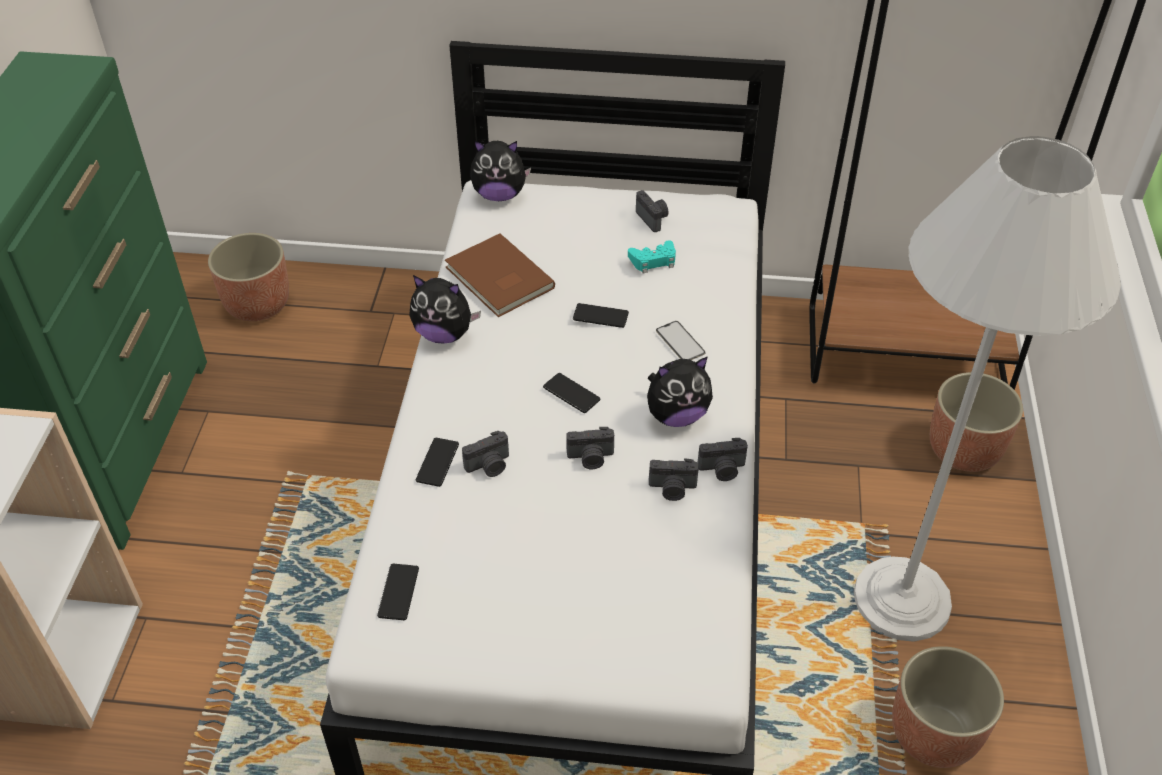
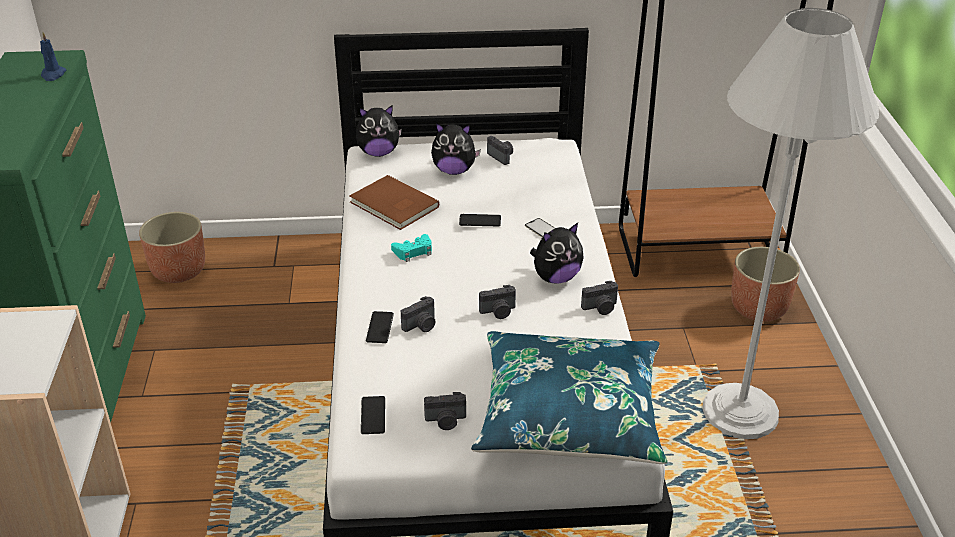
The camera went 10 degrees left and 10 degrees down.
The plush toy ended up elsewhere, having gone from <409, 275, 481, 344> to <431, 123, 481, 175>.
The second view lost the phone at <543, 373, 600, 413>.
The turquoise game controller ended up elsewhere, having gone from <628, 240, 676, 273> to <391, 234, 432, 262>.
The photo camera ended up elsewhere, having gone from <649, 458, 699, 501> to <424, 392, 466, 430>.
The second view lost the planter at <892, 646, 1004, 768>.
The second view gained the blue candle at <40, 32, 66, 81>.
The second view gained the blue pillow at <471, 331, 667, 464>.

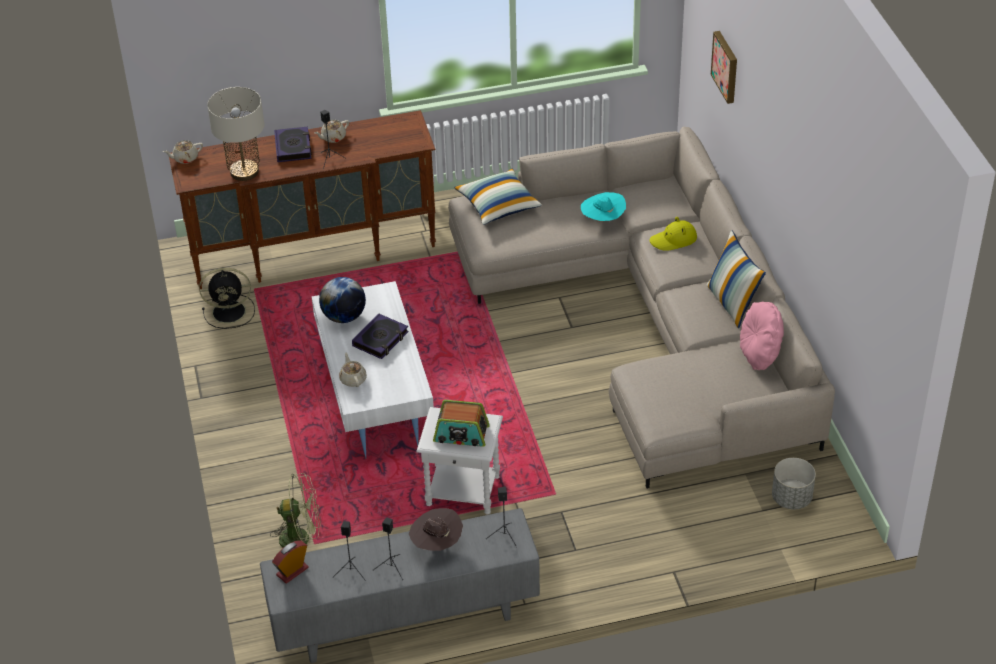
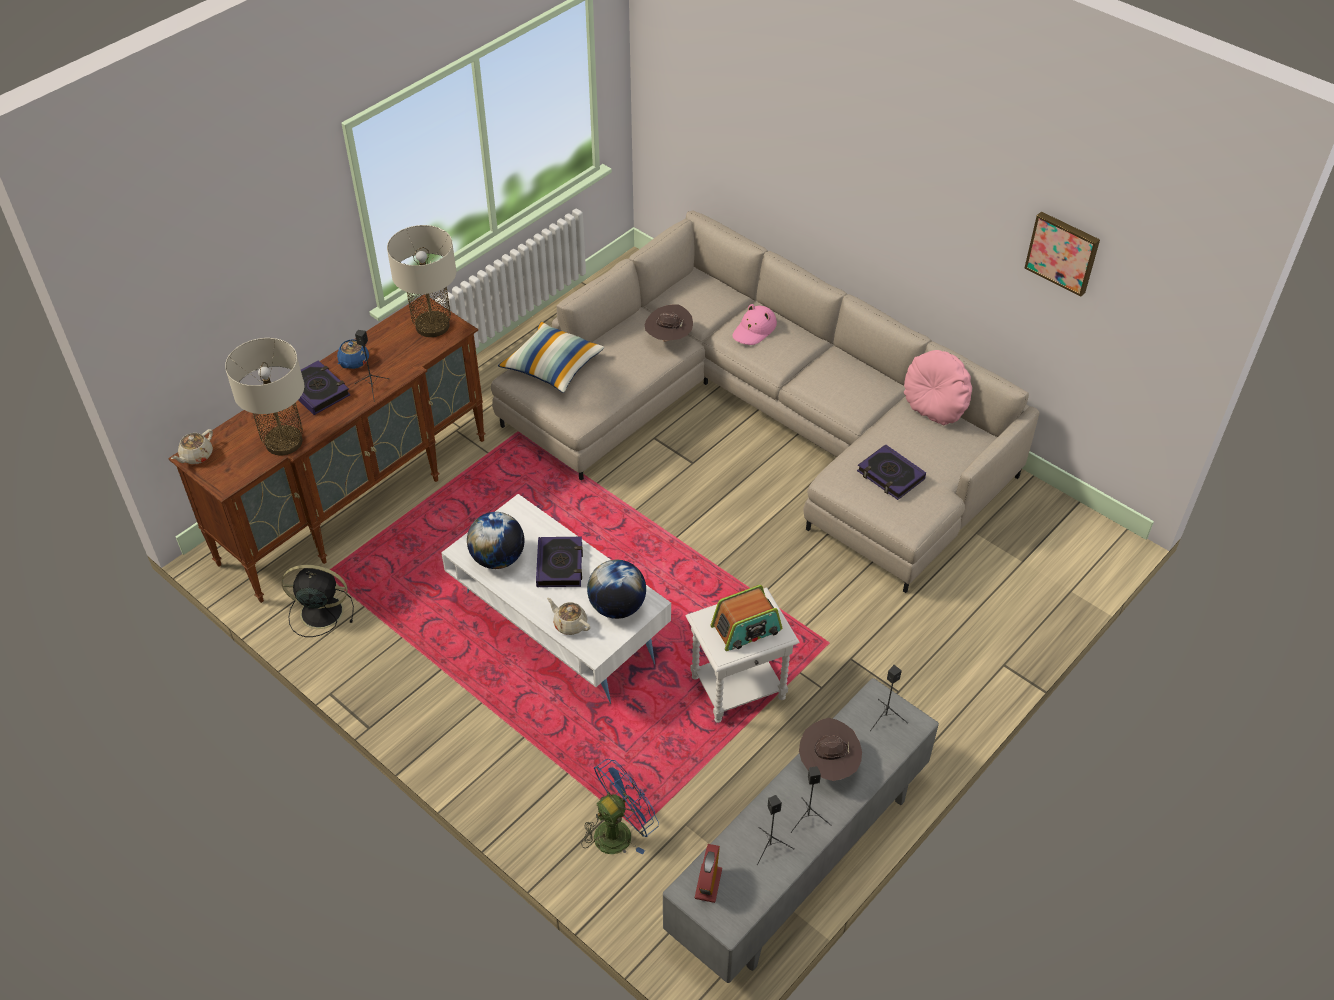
The camera went 35 degrees left and 5 degrees up.
The black fan at <199, 268, 255, 329> ended up facing another way, 135 degrees counterclockwise from before.
What was the green fan at <270, 473, 321, 548> turned into the blue fan at <581, 759, 659, 855>.
What was the beige teapot at <315, 120, 349, 143> turned into the blue teapot at <337, 339, 369, 369>.
What was the turquoise hat at <581, 192, 626, 222> turned into the brown hat at <645, 304, 693, 342>.
What was the yellow hat at <649, 217, 697, 251> turned into the pink hat at <732, 304, 777, 345>.
The second view lost the pillow at <706, 230, 766, 328>.
The picture ended up elsewhere, having gone from <711, 31, 737, 104> to <1024, 212, 1100, 297>.
The second view lost the grey planter at <772, 458, 816, 509>.
The second view gained the table lamp at <387, 225, 457, 337>.
The second view gained the globe at <587, 560, 646, 619>.
The second view gained the book at <857, 444, 926, 500>.

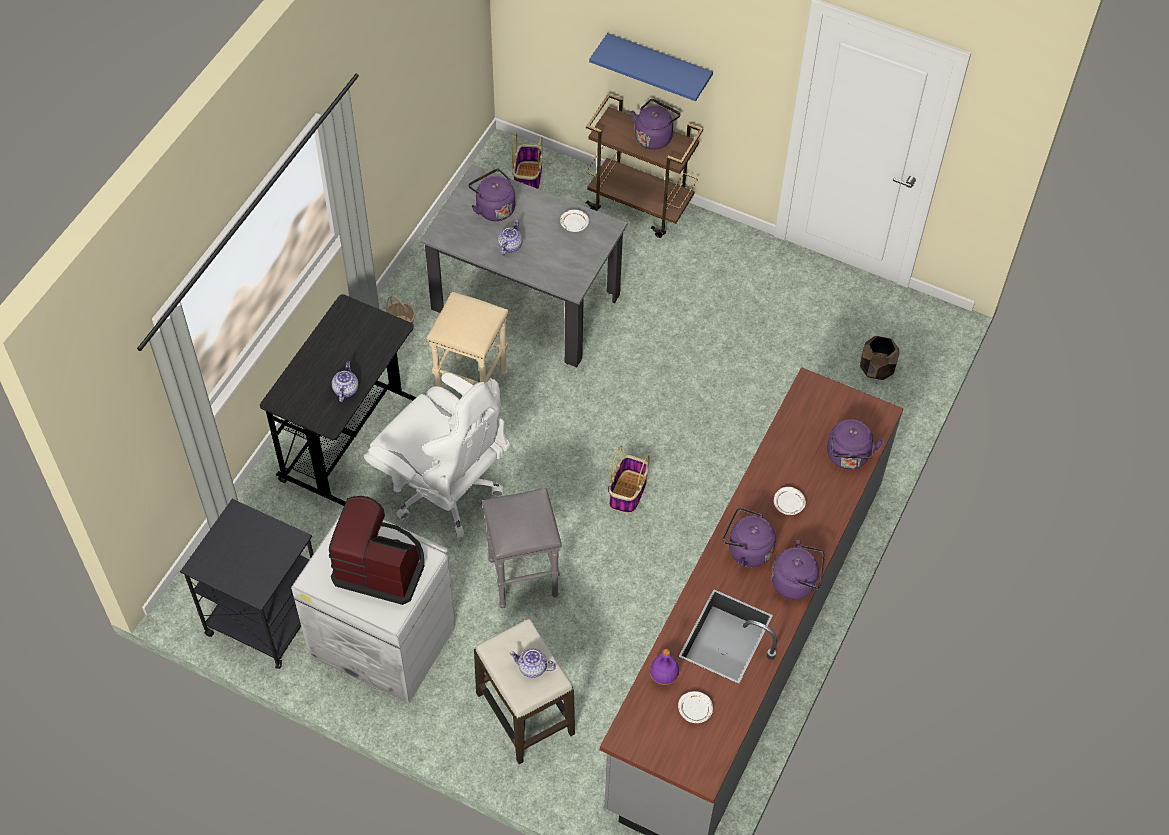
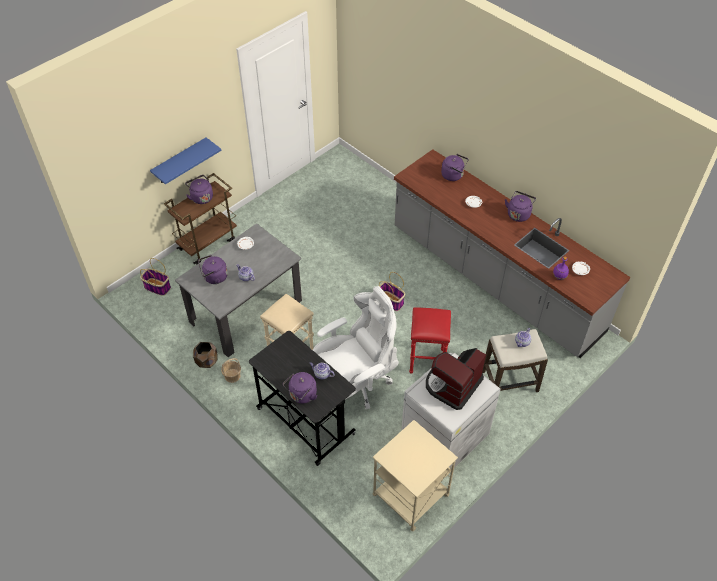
The camera went 70 degrees left and 5 degrees down.
What was the black cart at <180, 499, 313, 669> turned into the beige cart at <373, 420, 458, 532>.
What was the grey stool at <482, 488, 562, 609> turned into the red stool at <409, 307, 451, 374>.
The purple kettle ended up elsewhere, having gone from <723, 507, 776, 567> to <283, 372, 317, 404>.
The brown planter ended up elsewhere, having gone from <860, 336, 900, 380> to <193, 342, 217, 368>.

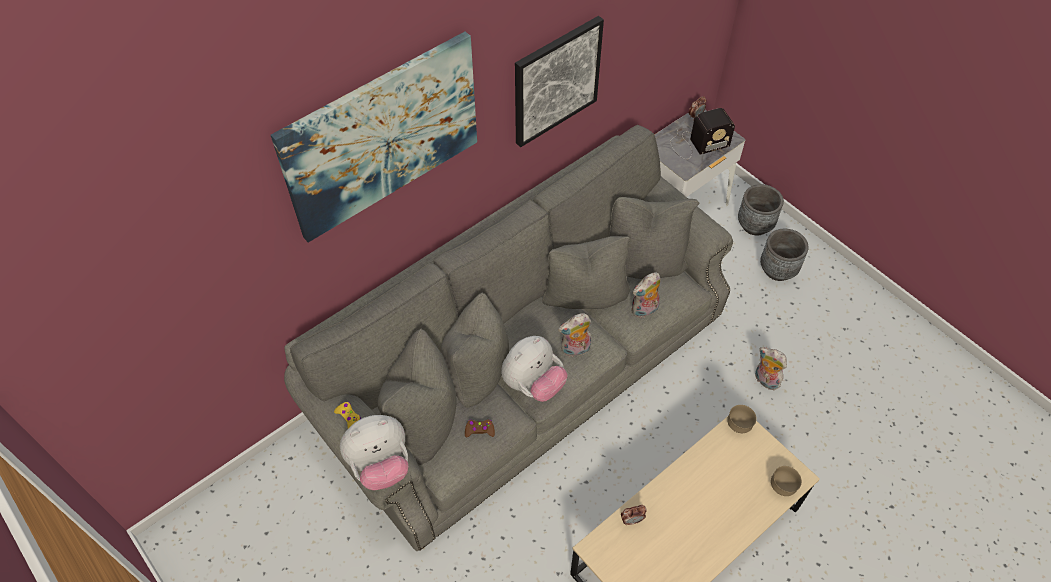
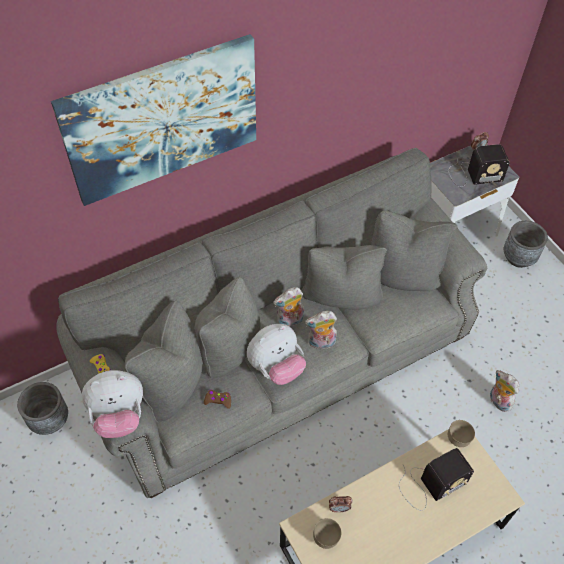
The camera went 10 degrees right and 0 degrees up.
The second view lost the picture at <515, 16, 604, 147>.
The plush toy ended up elsewhere, having gone from <631, 272, 661, 318> to <273, 287, 304, 326>.
The grey planter ended up elsewhere, having gone from <760, 229, 809, 281> to <17, 382, 68, 435>.
The brown bowl ended up elsewhere, having gone from <771, 466, 802, 496> to <313, 518, 341, 549>.
The second view gained the radio at <399, 448, 474, 511>.

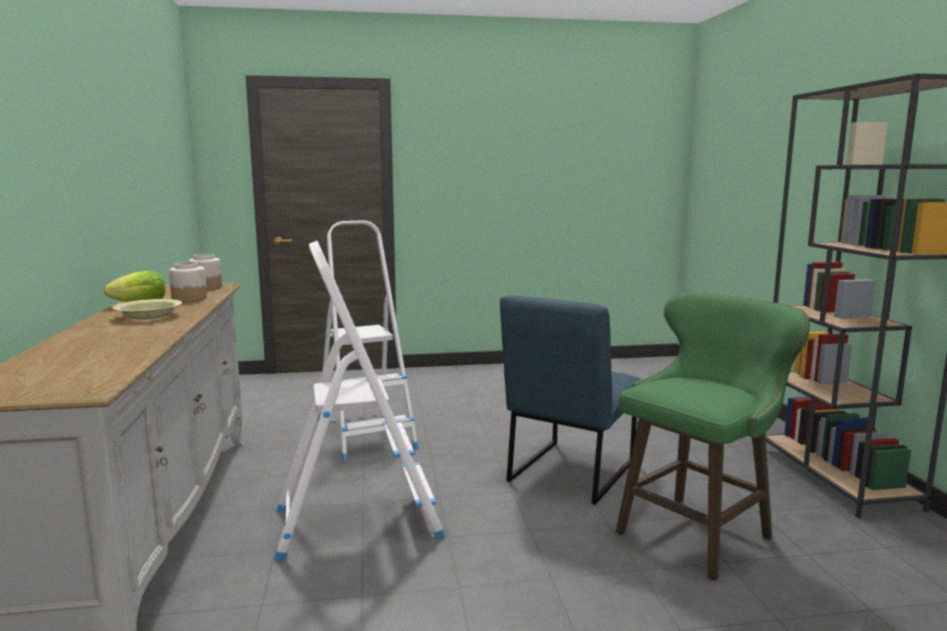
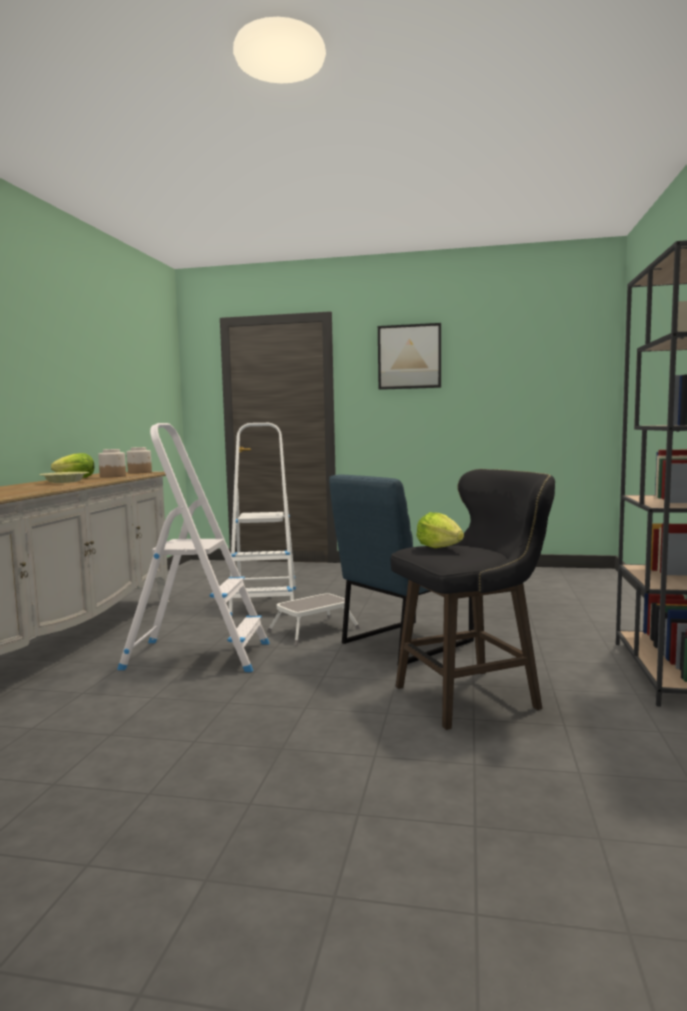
The camera went 20 degrees right and 5 degrees down.
What was the green stool at <616, 292, 810, 581> turned into the black stool at <391, 469, 555, 730>.
The second view gained the grey step ladder at <267, 593, 361, 646>.
The second view gained the picture at <378, 323, 441, 390>.
The second view gained the lettuce at <416, 512, 464, 548>.

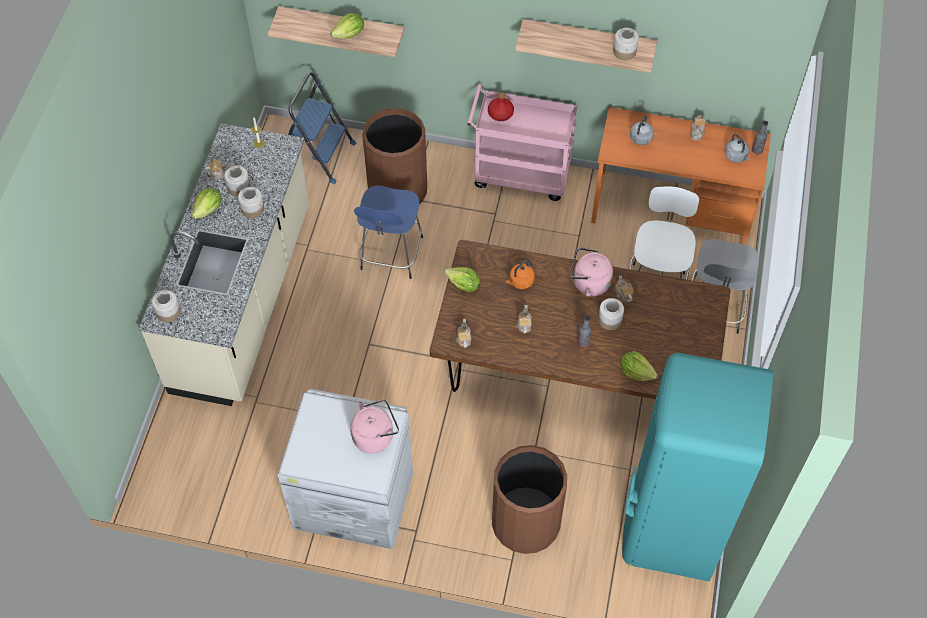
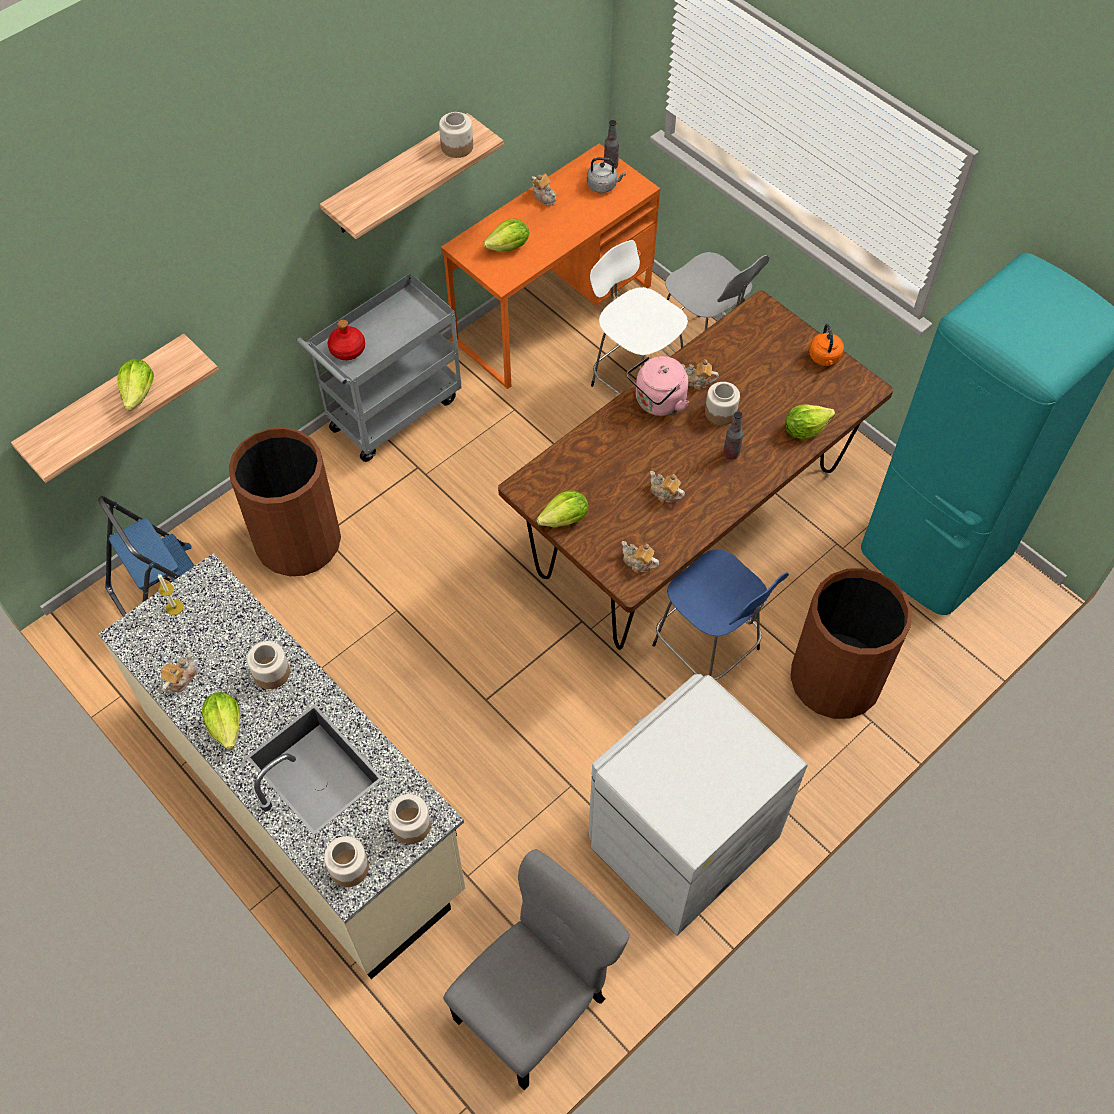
The camera went 55 degrees left and 0 degrees up.
The jar ended up elsewhere, having gone from <224, 166, 250, 197> to <388, 794, 431, 844>.
The second view lost the pink kettle at <350, 399, 399, 454>.
The blue stool ended up elsewhere, having gone from <354, 186, 423, 279> to <652, 549, 789, 680>.
What was the pink cart at <467, 84, 577, 201> turned into the grey cart at <297, 274, 462, 462>.
The orange kettle ended up elsewhere, having gone from <506, 260, 535, 289> to <809, 324, 844, 366>.
Where the grey kettle stood at <630, 116, 654, 145>, the lettuce came to stand at <483, 218, 529, 252>.
The second view gained the grey chair at <443, 849, 630, 1091>.

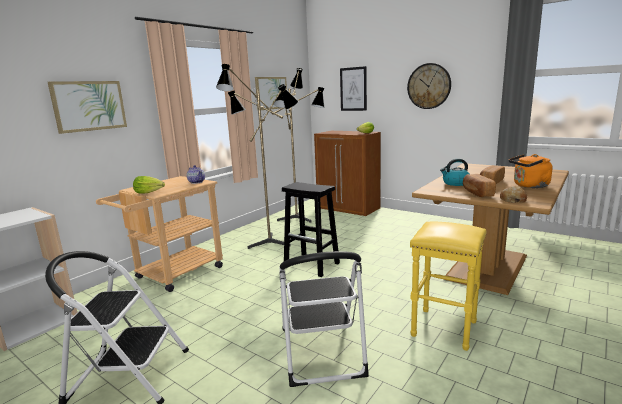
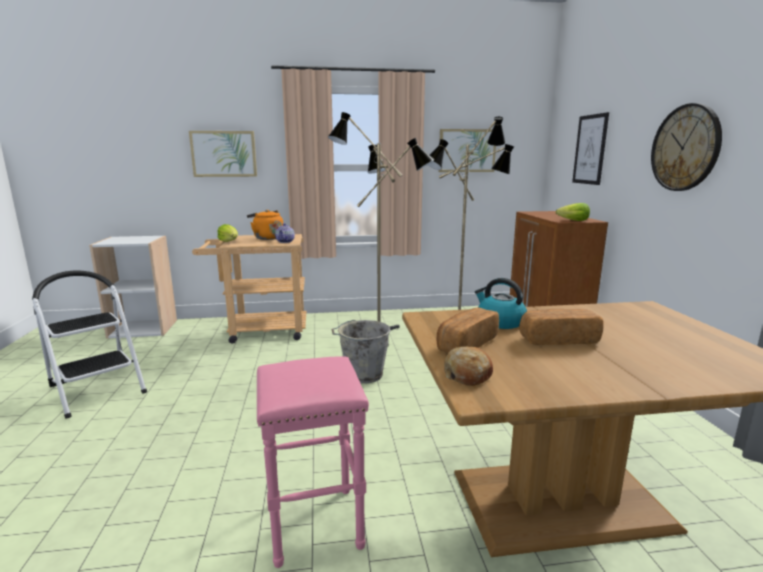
The camera went 45 degrees right and 0 degrees up.
The second view lost the step ladder at <280, 251, 369, 387>.
Where the black stool stood at <282, 182, 340, 277>, the grey bucket came to stand at <332, 320, 391, 383>.
What was the yellow stool at <410, 222, 487, 351> turned into the pink stool at <257, 356, 369, 568>.
The orange kettle ended up elsewhere, having gone from <509, 154, 553, 188> to <247, 210, 283, 240>.

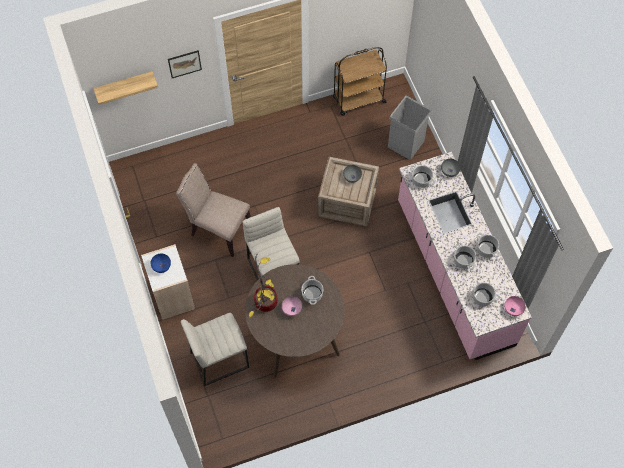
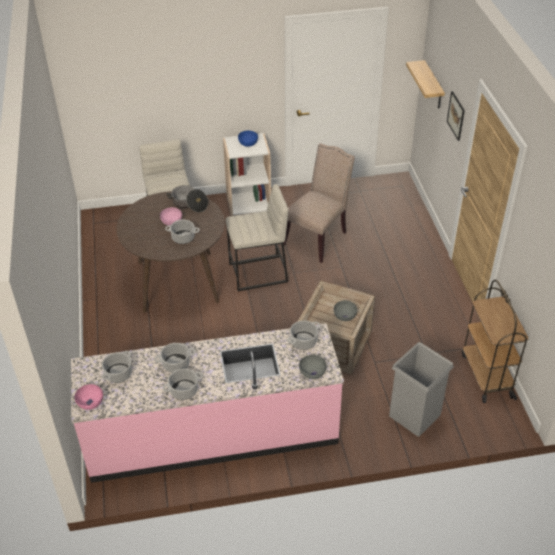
The camera went 100 degrees right and 20 degrees down.
Where the potted plant stood at <249, 253, 278, 318>, the cooking pot came to stand at <167, 185, 208, 212>.

